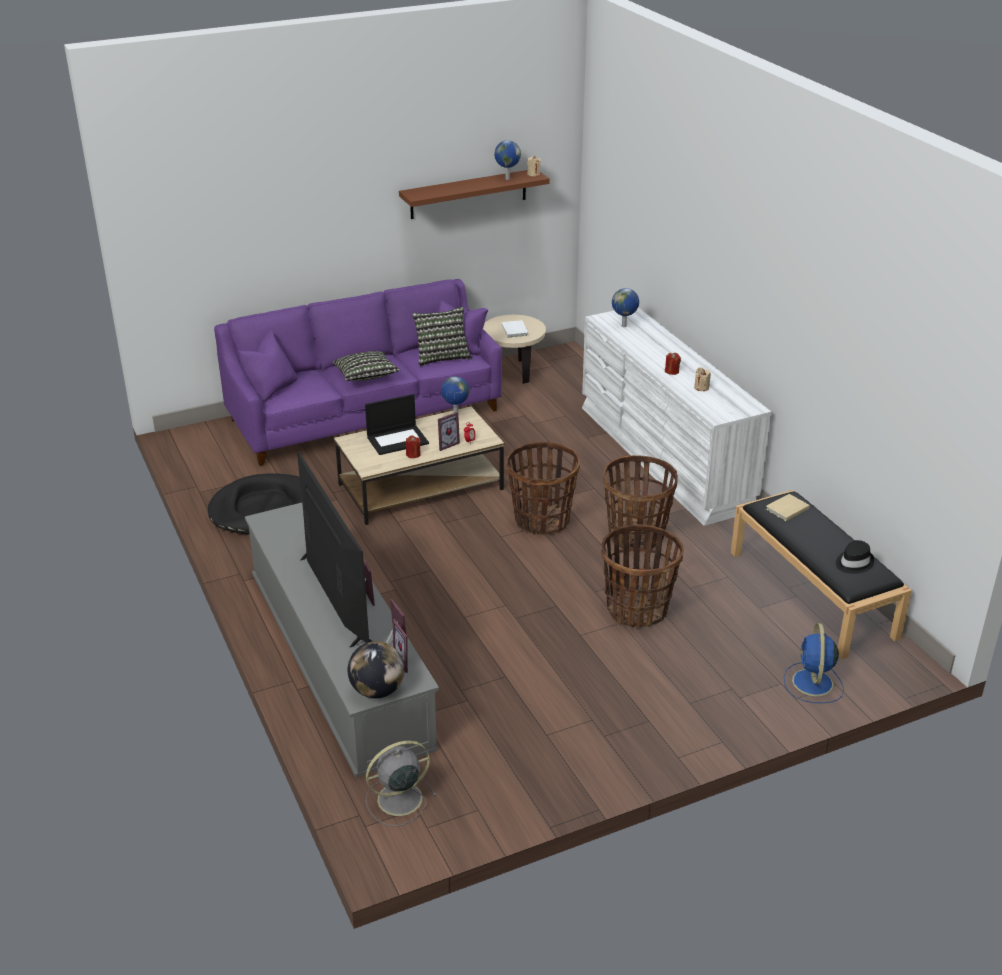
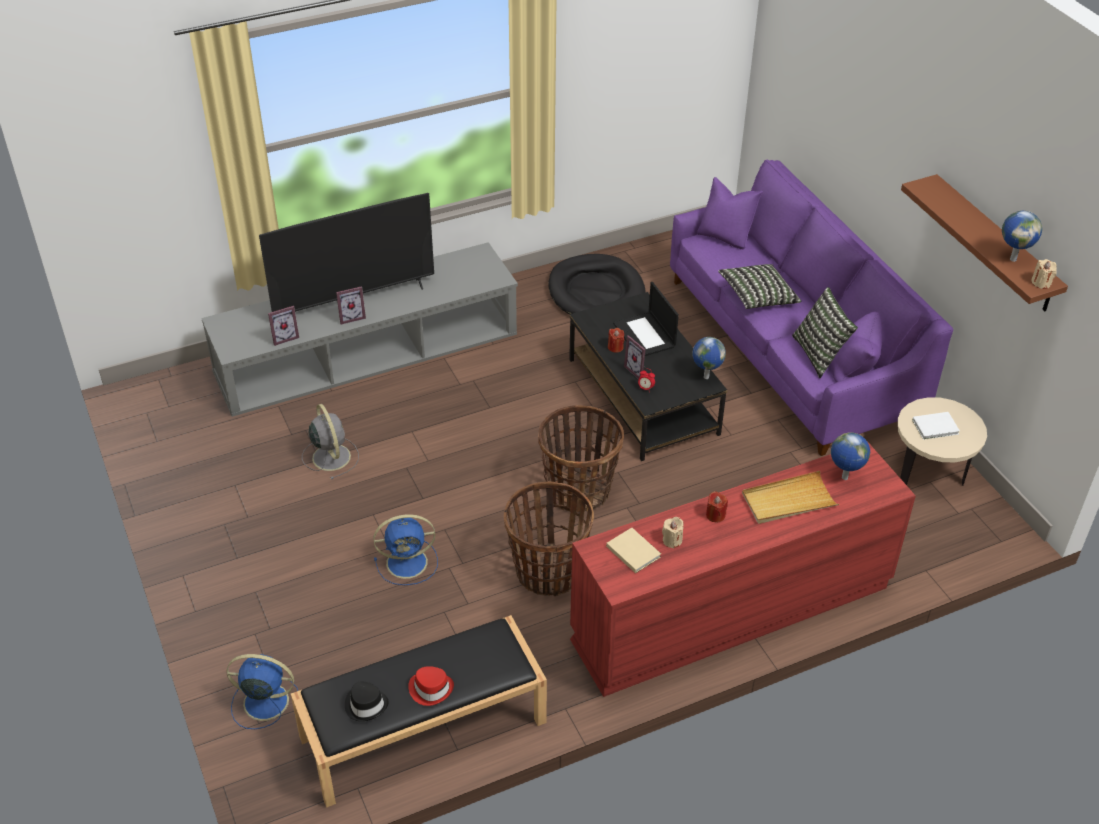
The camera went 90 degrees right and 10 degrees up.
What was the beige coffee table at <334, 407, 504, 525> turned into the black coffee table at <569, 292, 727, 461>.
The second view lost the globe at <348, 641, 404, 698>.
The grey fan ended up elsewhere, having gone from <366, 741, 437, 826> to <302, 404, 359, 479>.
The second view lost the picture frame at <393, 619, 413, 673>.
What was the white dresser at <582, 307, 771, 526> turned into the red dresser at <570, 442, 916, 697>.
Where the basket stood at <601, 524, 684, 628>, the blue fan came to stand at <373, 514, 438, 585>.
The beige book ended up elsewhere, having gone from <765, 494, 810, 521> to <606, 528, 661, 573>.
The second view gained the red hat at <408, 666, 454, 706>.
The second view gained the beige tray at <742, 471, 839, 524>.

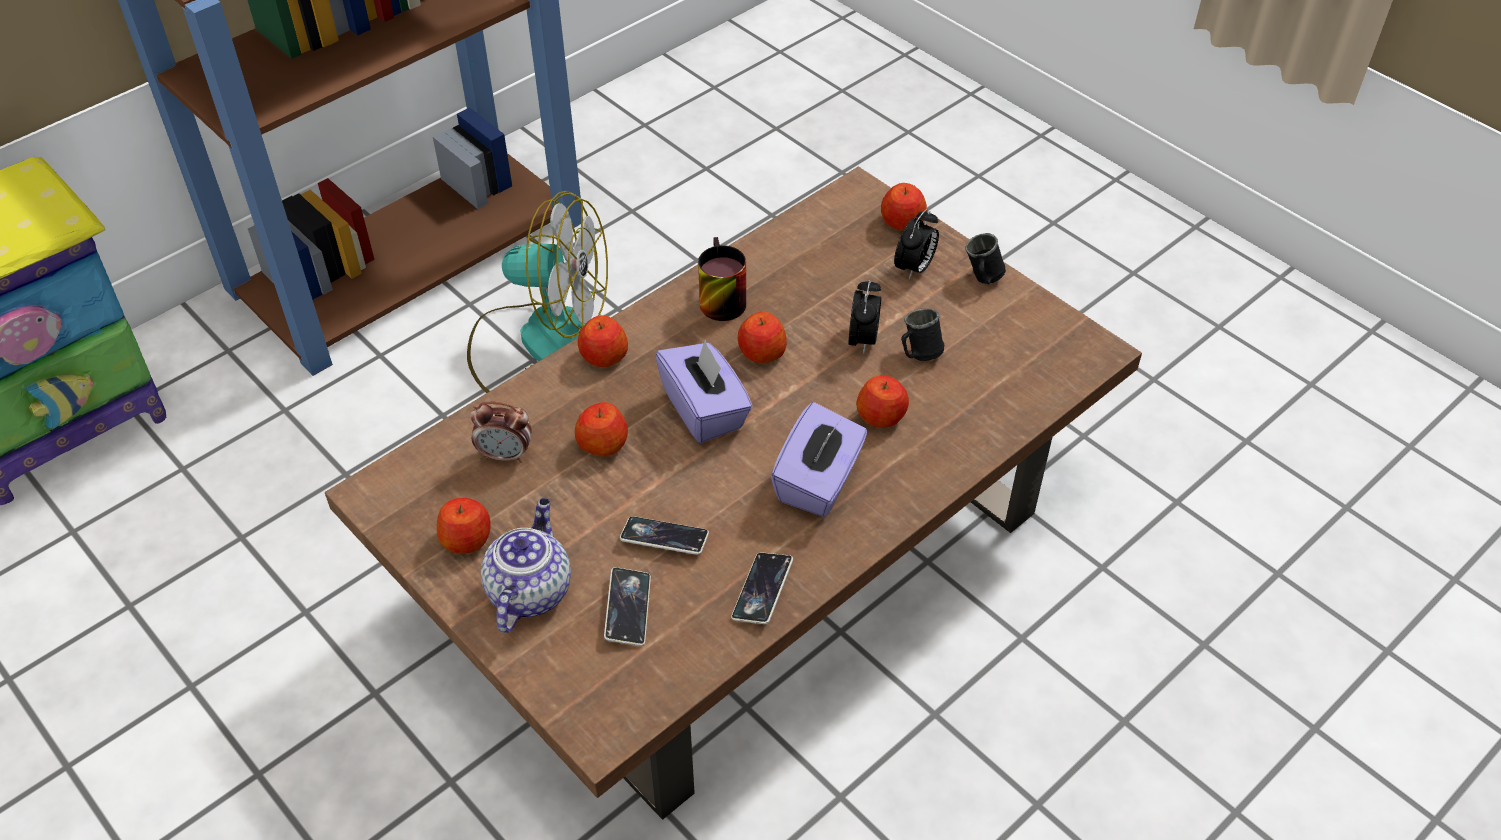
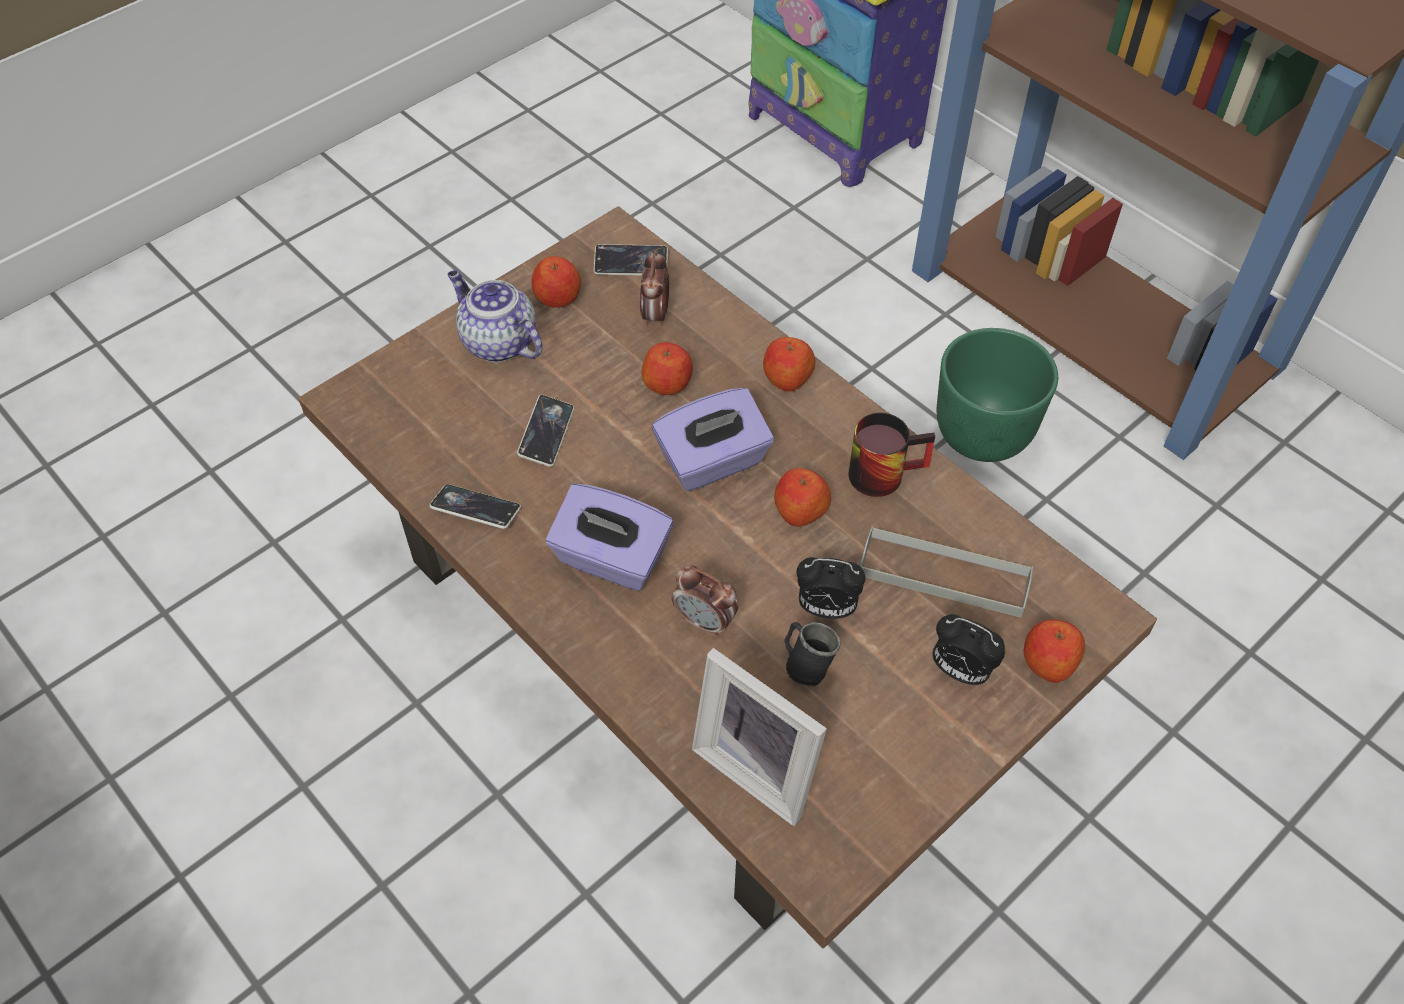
The camera went 90 degrees right and 5 degrees up.
Where the fan stood at <467, 191, 608, 393>, the green planter came to stand at <936, 328, 1058, 462>.
The teapot at <481, 498, 571, 633> ended up facing another way, 150 degrees counterclockwise from before.
The phone ended up elsewhere, having gone from <604, 567, 651, 646> to <594, 244, 668, 276>.
Where the apple stood at <856, 375, 909, 428>, the alarm clock came to stand at <672, 565, 738, 637>.
The second view lost the black mug at <965, 233, 1006, 284>.
The second view gained the picture frame at <692, 648, 827, 826>.
The second view gained the grey tray at <860, 526, 1033, 617>.

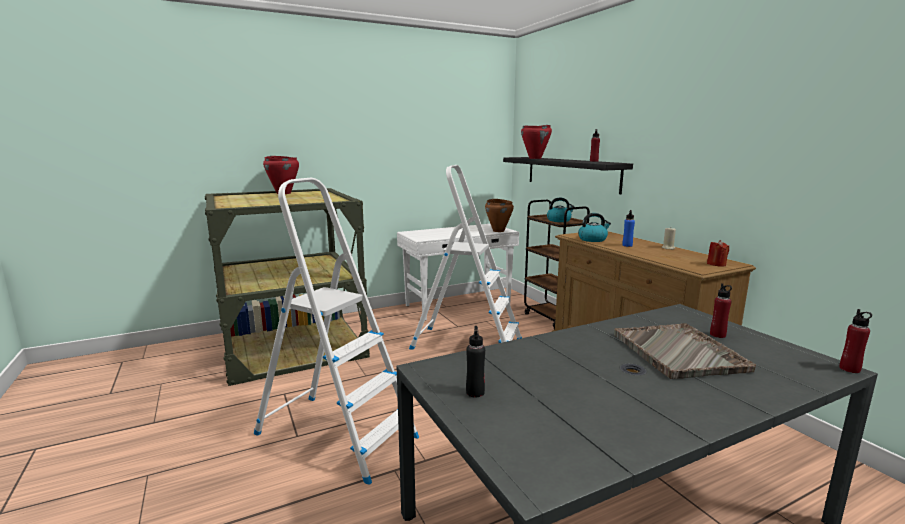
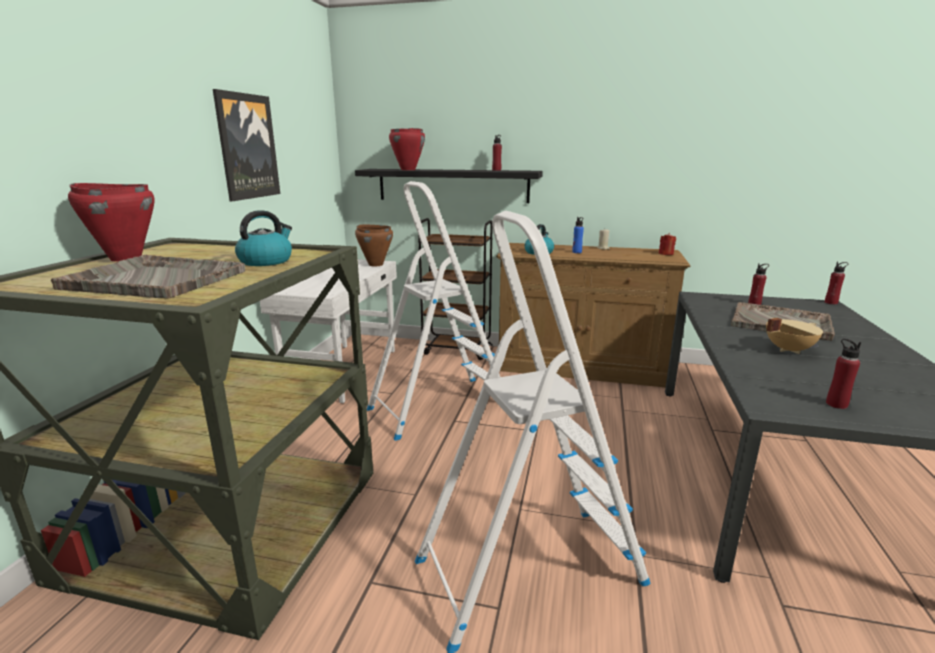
The camera went 50 degrees left and 5 degrees up.
What was the black bottle at <466, 326, 485, 397> turned into the red bottle at <826, 339, 861, 409>.
The kettle ended up elsewhere, having gone from <547, 198, 575, 222> to <235, 210, 292, 266>.
The second view gained the grey tray at <51, 255, 245, 299>.
The second view gained the picture at <213, 89, 280, 201>.
The second view gained the beige cooking pot at <766, 318, 823, 354>.

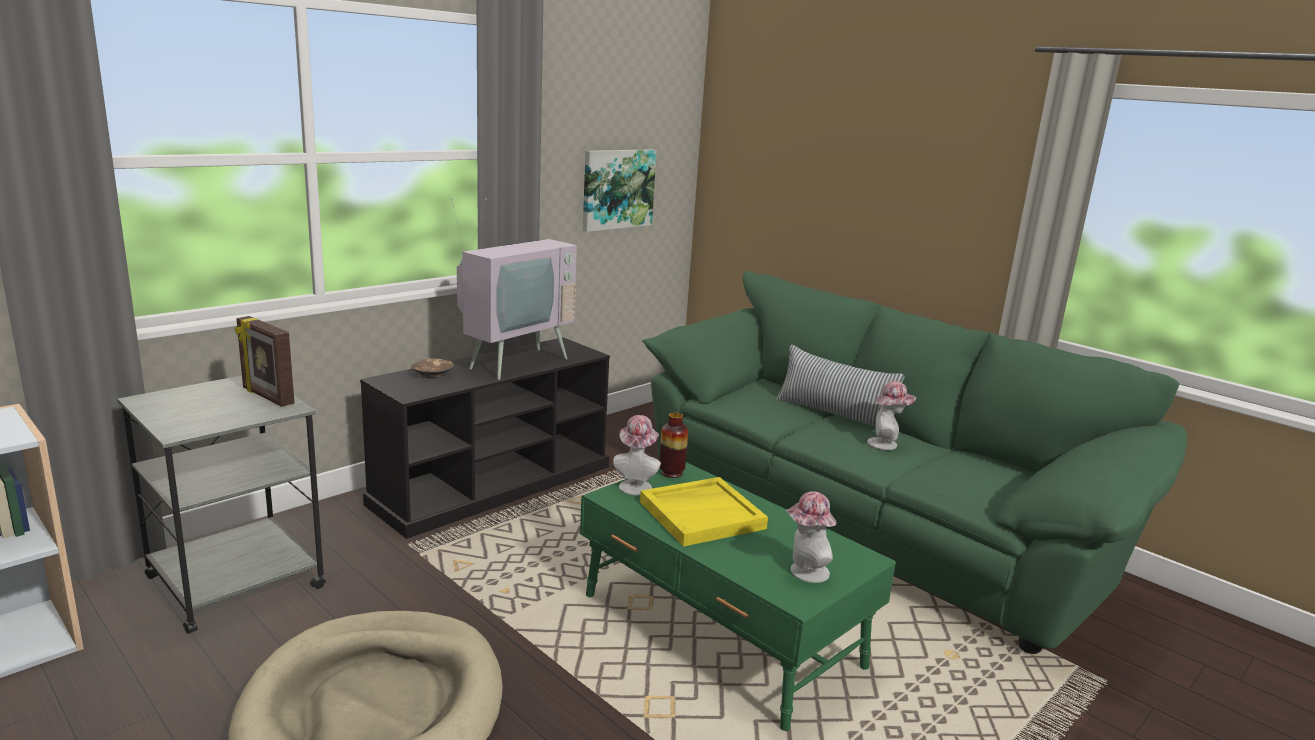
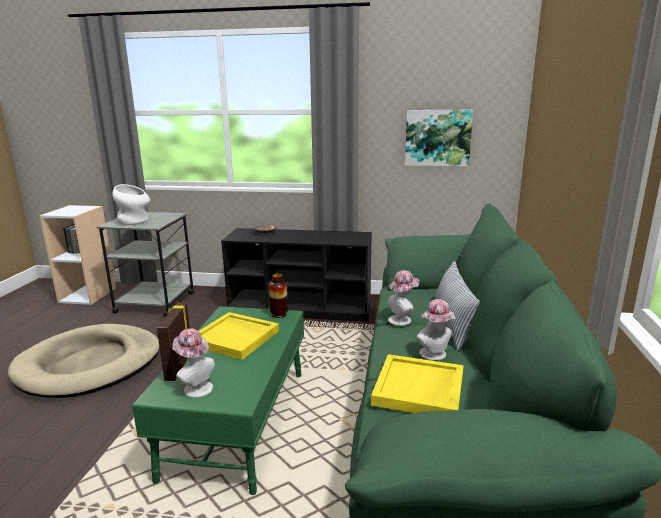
The camera went 55 degrees right and 0 degrees up.
The picture frame ended up elsewhere, having gone from <235, 316, 294, 407> to <157, 303, 190, 381>.
The second view lost the television at <451, 199, 577, 380>.
The hat ended up elsewhere, having gone from <613, 415, 661, 495> to <388, 270, 419, 326>.
The second view gained the white vase at <113, 184, 150, 225>.
The second view gained the yellow tray at <371, 354, 464, 413>.

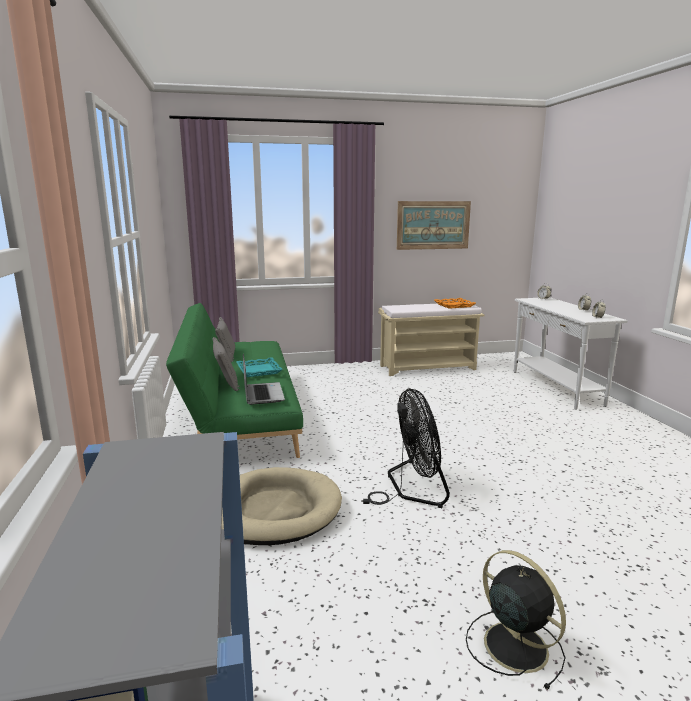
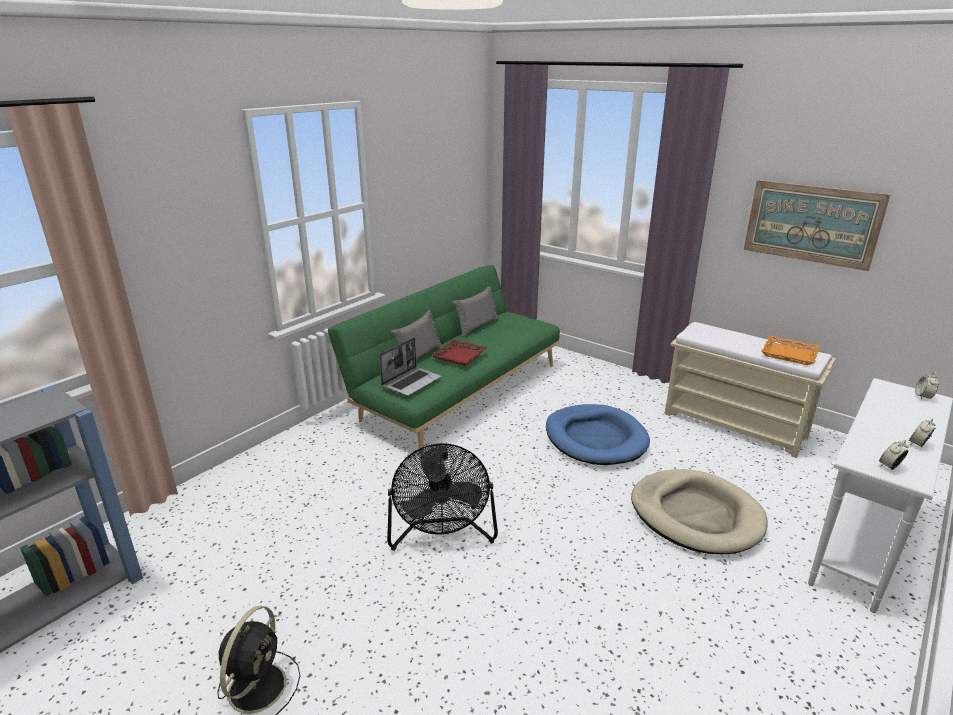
The camera went 50 degrees right and 10 degrees up.
The beige dog bed ended up elsewhere, having gone from <222, 467, 342, 545> to <631, 469, 768, 554>.
What was the turquoise tray at <236, 357, 283, 377> turned into the red tray at <432, 339, 487, 366>.
The black fan at <362, 388, 450, 508> ended up facing another way, 45 degrees clockwise from before.
The second view gained the blue dog bed at <546, 404, 650, 465>.

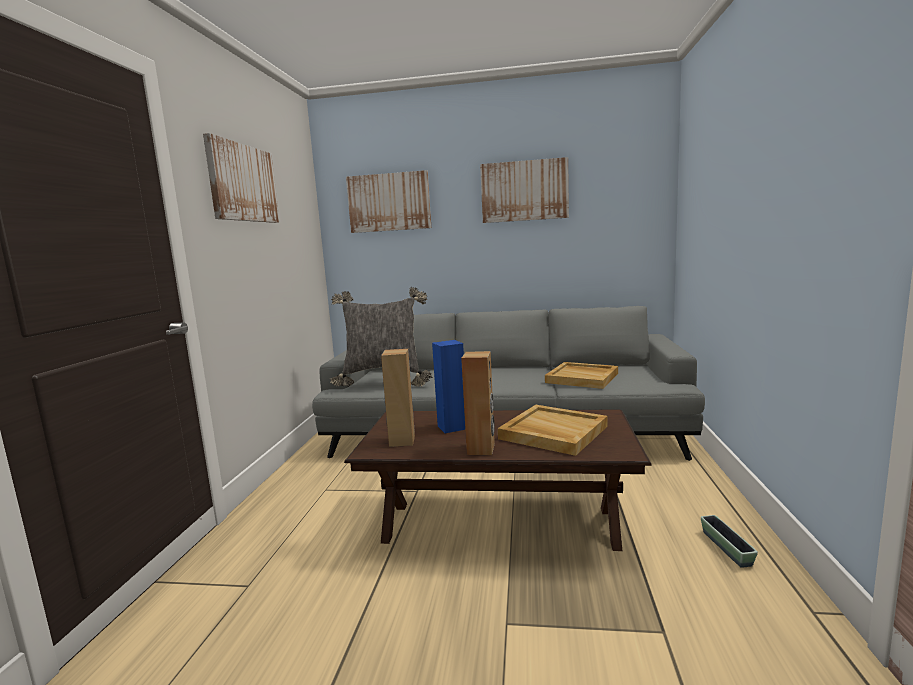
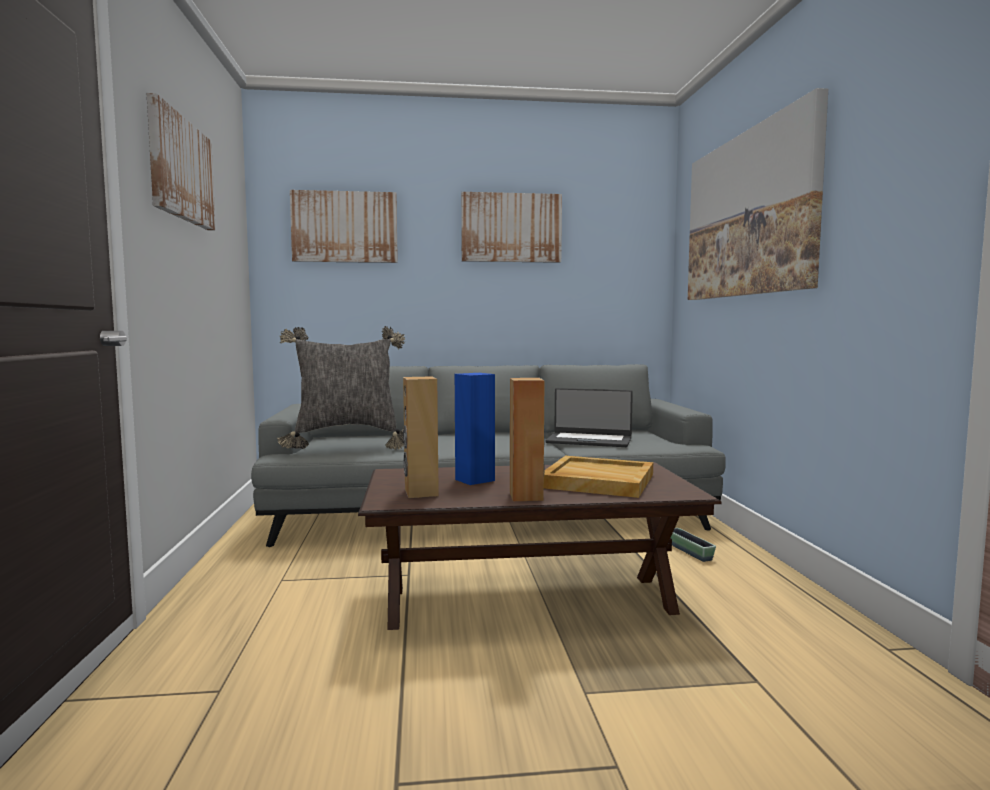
The camera went 15 degrees left and 5 degrees down.
Where the beige tray stood at <545, 362, 618, 389>, the laptop came to stand at <545, 388, 633, 447>.
The planter ended up elsewhere, having gone from <701, 515, 758, 568> to <671, 528, 716, 562>.
The second view gained the picture at <688, 88, 828, 300>.

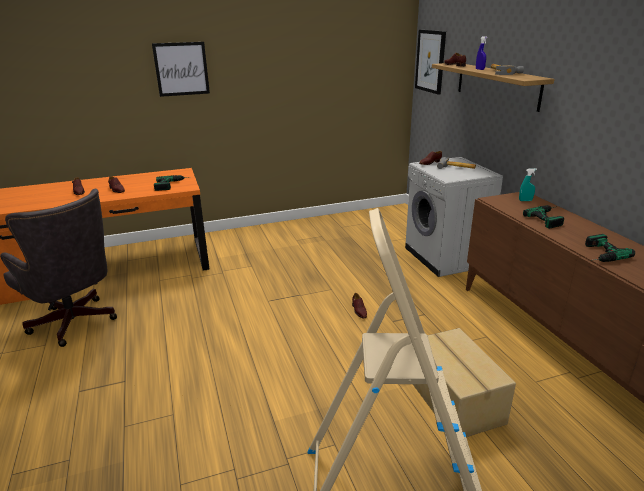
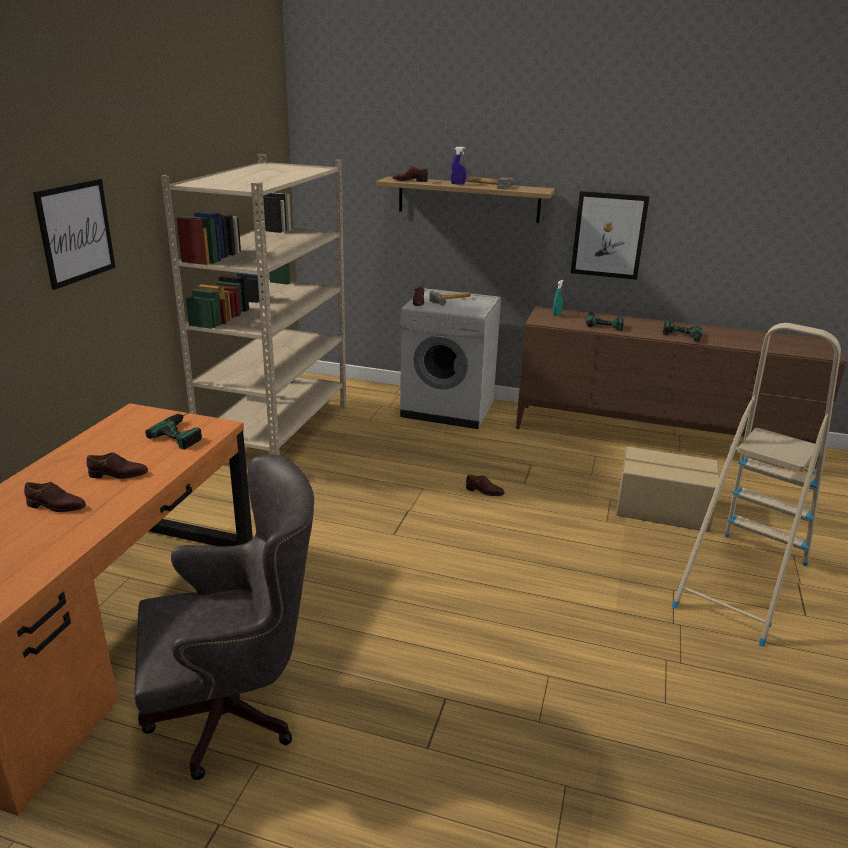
The camera went 55 degrees left and 0 degrees up.
The picture ended up elsewhere, having gone from <415, 30, 446, 95> to <571, 191, 650, 280>.
The second view gained the beige bookcase at <161, 154, 346, 455>.

